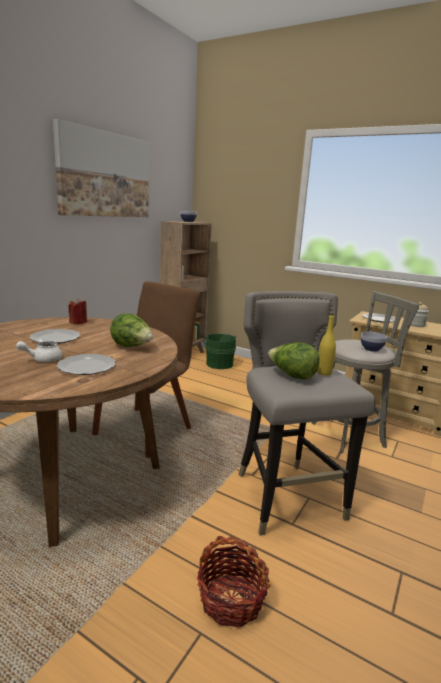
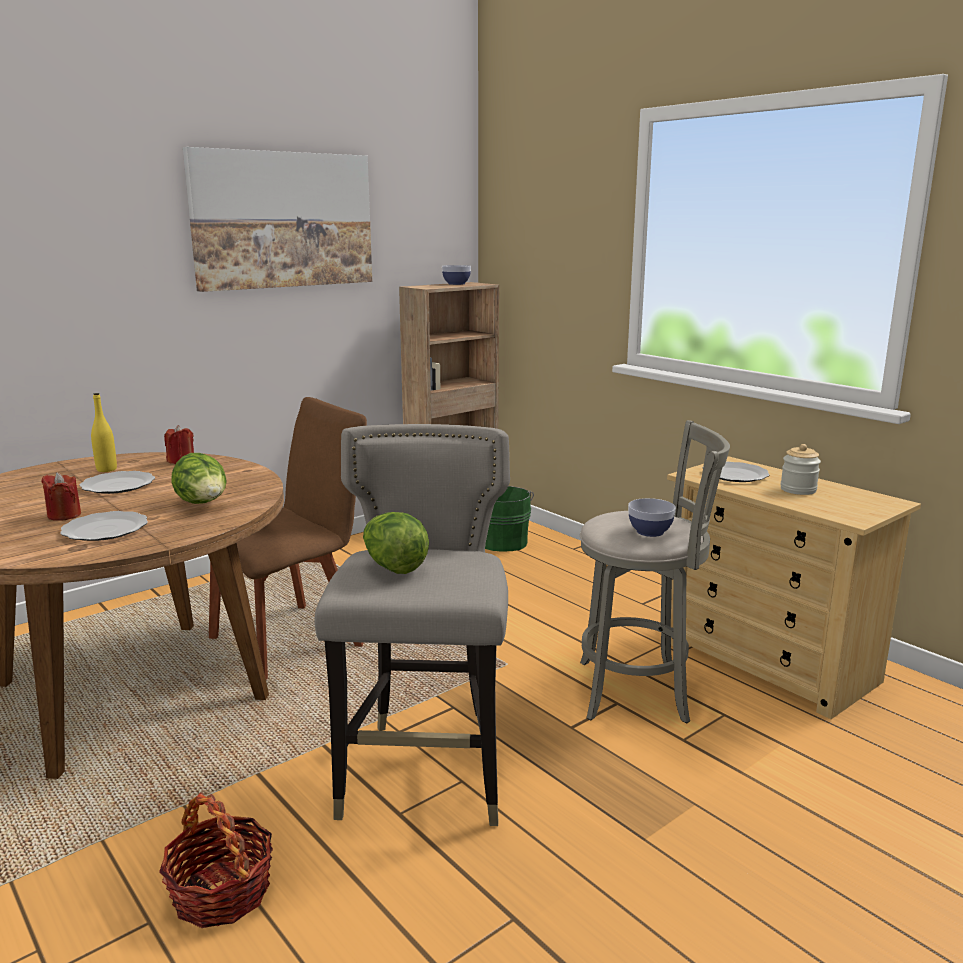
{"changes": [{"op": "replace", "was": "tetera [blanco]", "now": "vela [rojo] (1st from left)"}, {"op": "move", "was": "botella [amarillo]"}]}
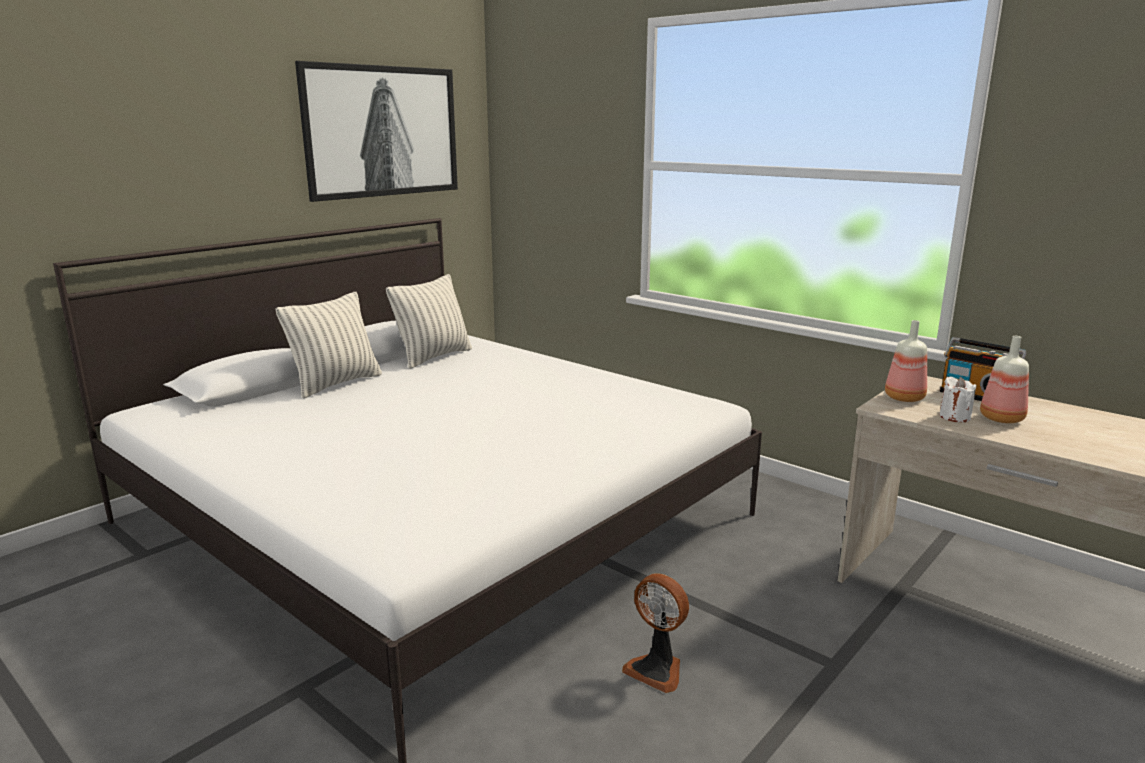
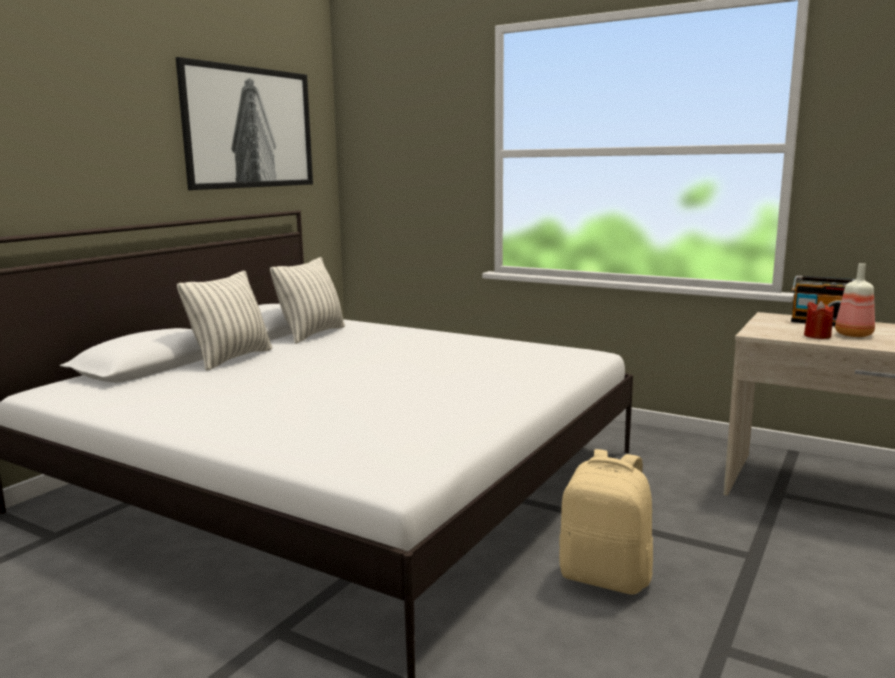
{"changes": [{"op": "replace", "was": "ventilador", "now": "mochila [beis]"}, {"op": "recolor", "was": "vela [blanco]", "now": "vela [rojo]"}, {"op": "delete", "was": "botella (1st from left)"}]}
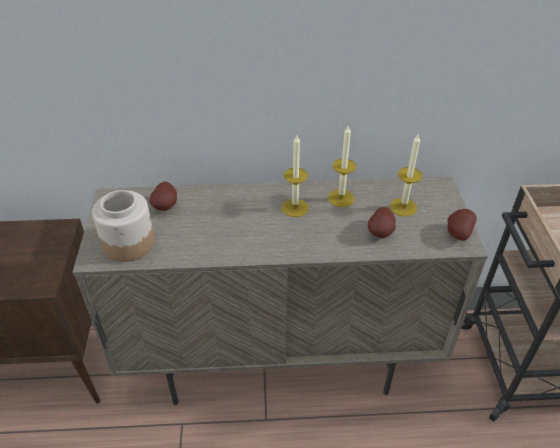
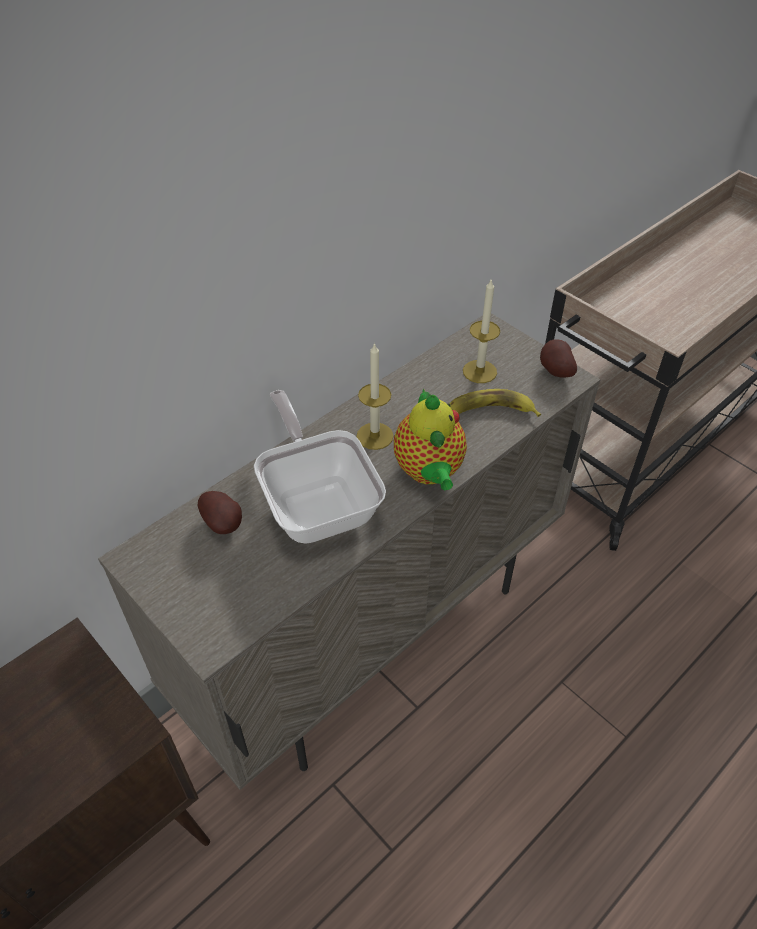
{"changes": [{"op": "insert", "now": "sartén"}, {"op": "insert", "now": "tetera"}, {"op": "replace", "was": "patata (2nd from left)", "now": "plátano"}, {"op": "delete", "was": "tarro"}, {"op": "delete", "was": "vela (2nd from left)"}]}
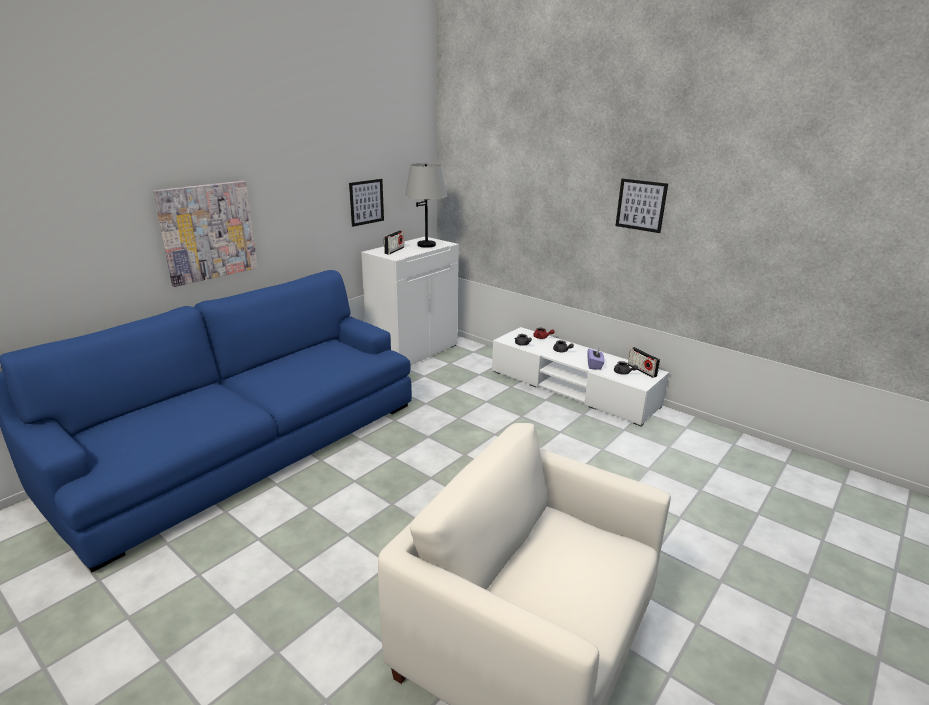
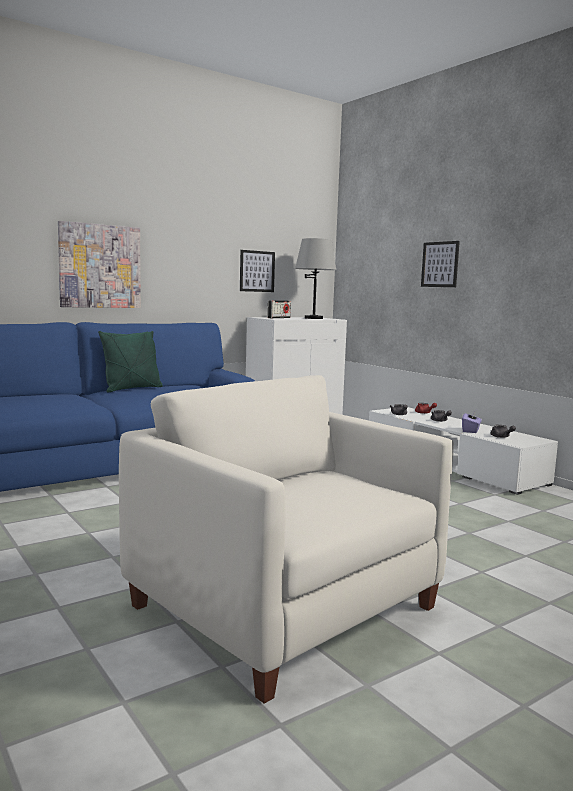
{"changes": [{"op": "insert", "now": "cojín [verde]"}, {"op": "move", "was": "cuadro (3rd from left)"}, {"op": "delete", "was": "radio (2nd from left)"}]}
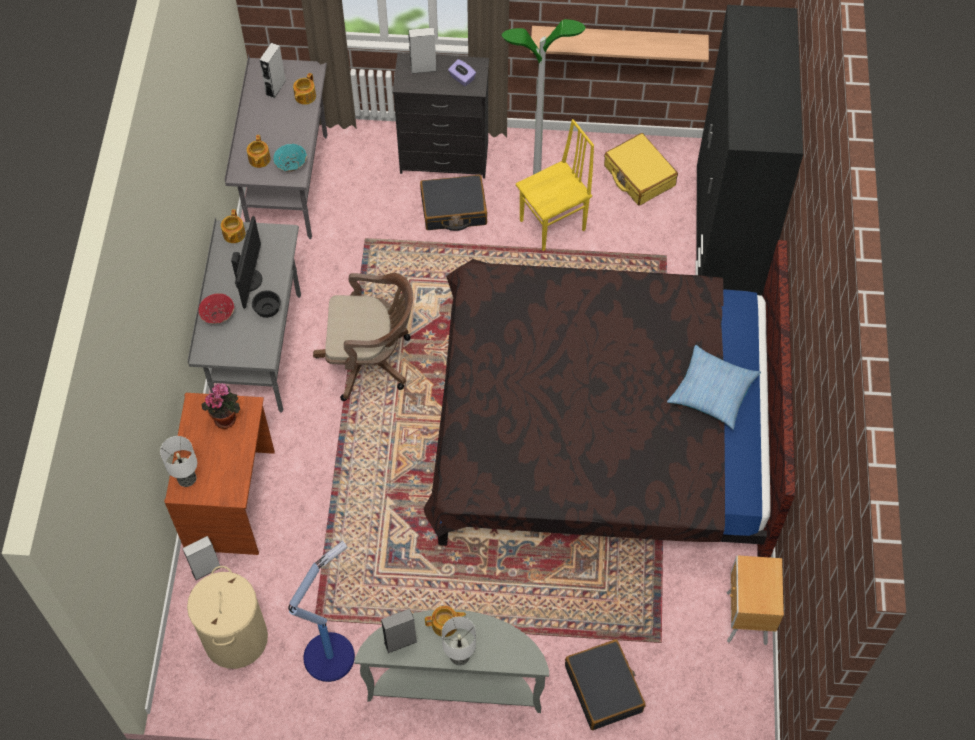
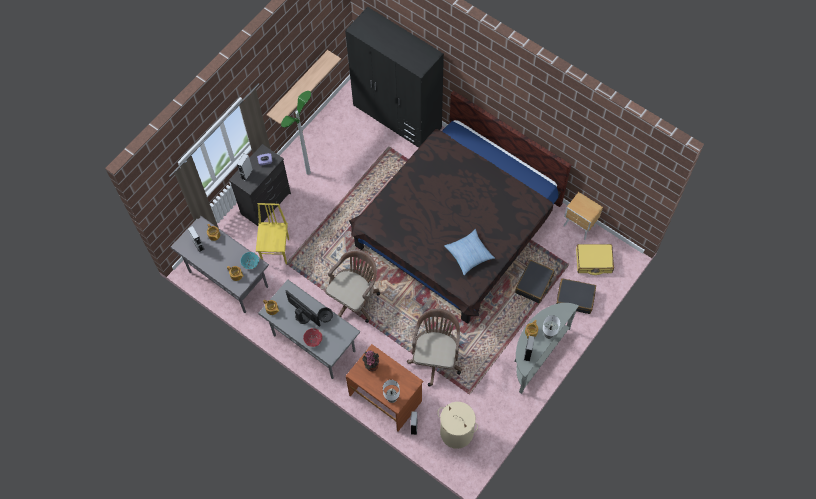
{"changes": [{"op": "move", "was": "silla [amarillo]"}, {"op": "insert", "now": "silla de oficina [marrón] (2nd from left)"}, {"op": "move", "was": "cojín"}, {"op": "move", "was": "maleta [negro] (1st from left)"}, {"op": "move", "was": "maleta [amarillo]"}, {"op": "delete", "was": "lámpara de pie (1st from left)"}]}
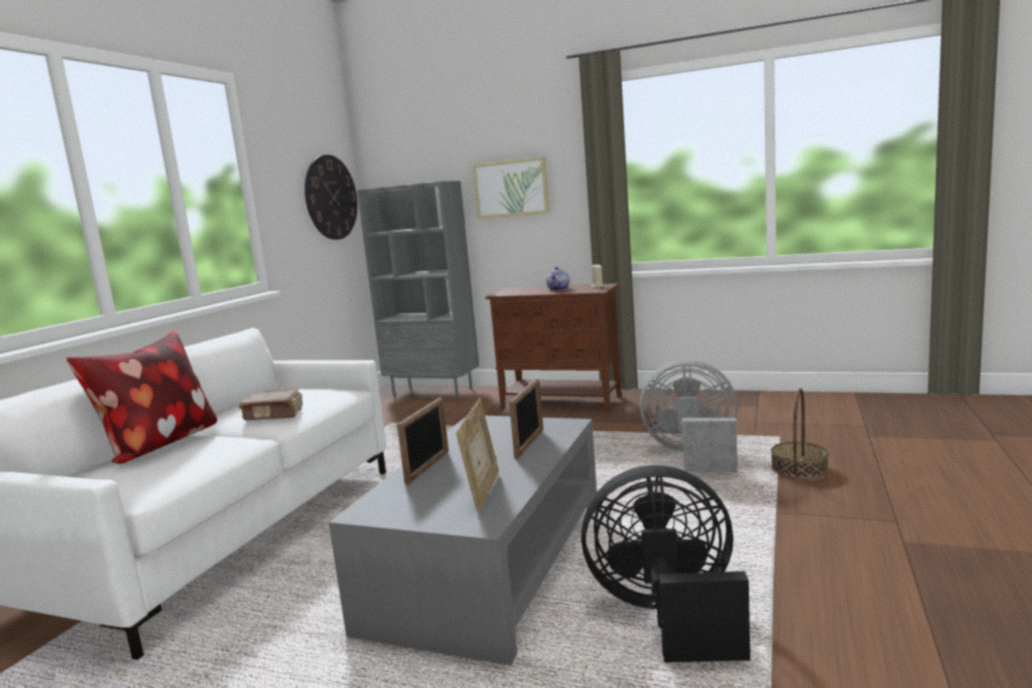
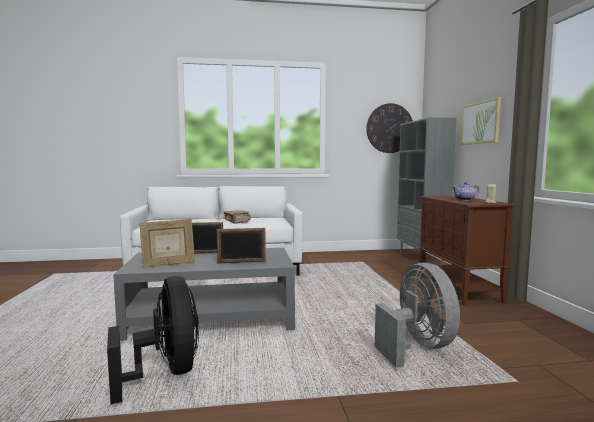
{"changes": [{"op": "delete", "was": "cojín"}, {"op": "delete", "was": "cesta"}]}
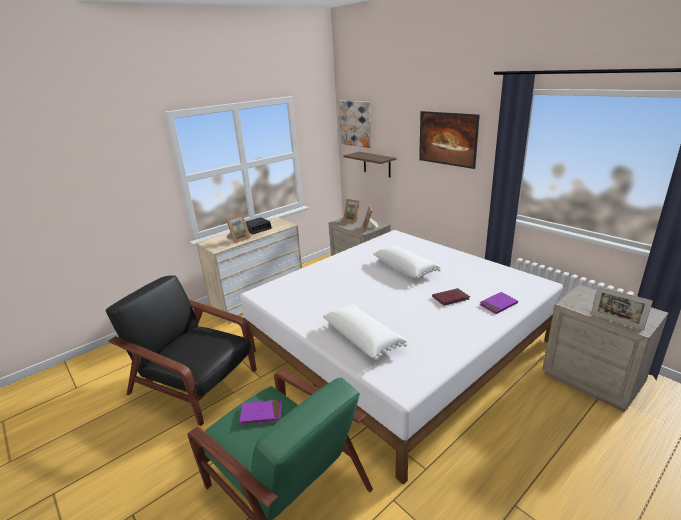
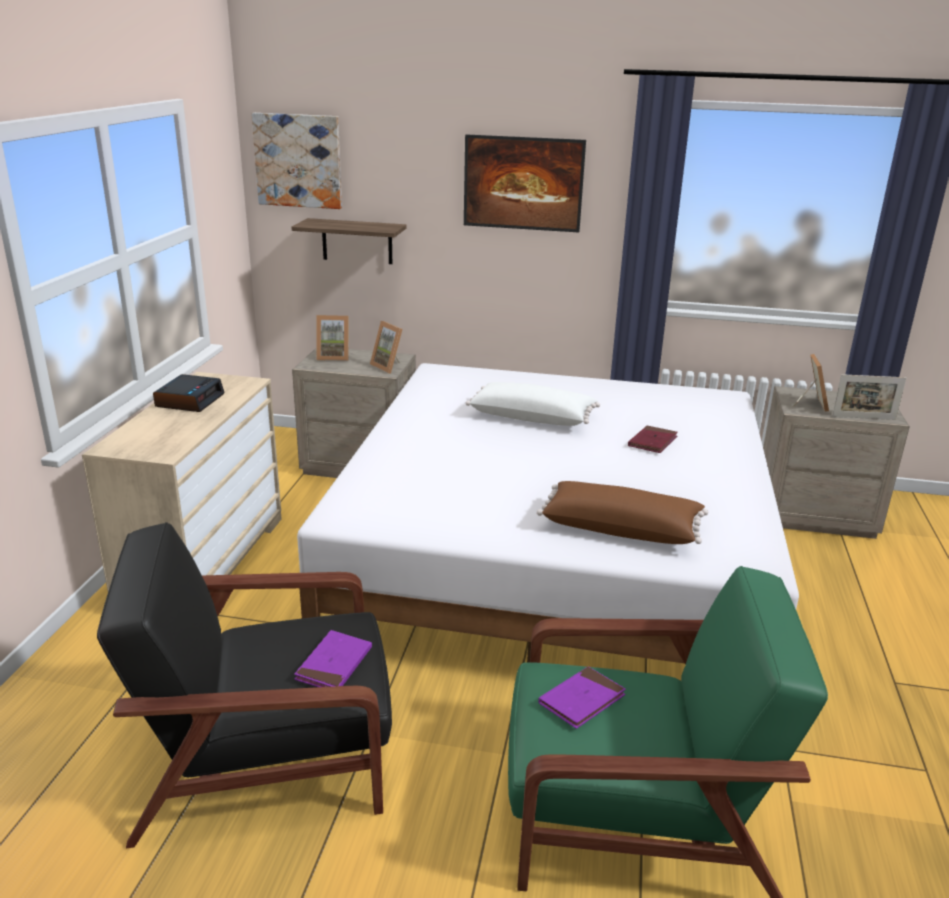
{"changes": [{"op": "move", "was": "libro [morado] (2nd from left in the first image)", "now": "libro [morado] (1st from left)"}, {"op": "recolor", "was": "cojín [blanco] (1st from left)", "now": "cojín [marrón]"}, {"op": "move", "was": "portarretratos (1st from left in the first image)", "now": "portarretratos (3rd from left)"}]}
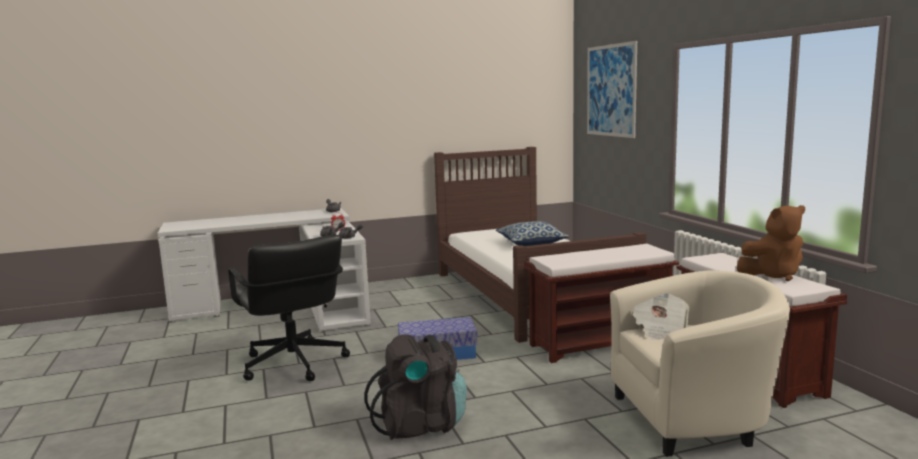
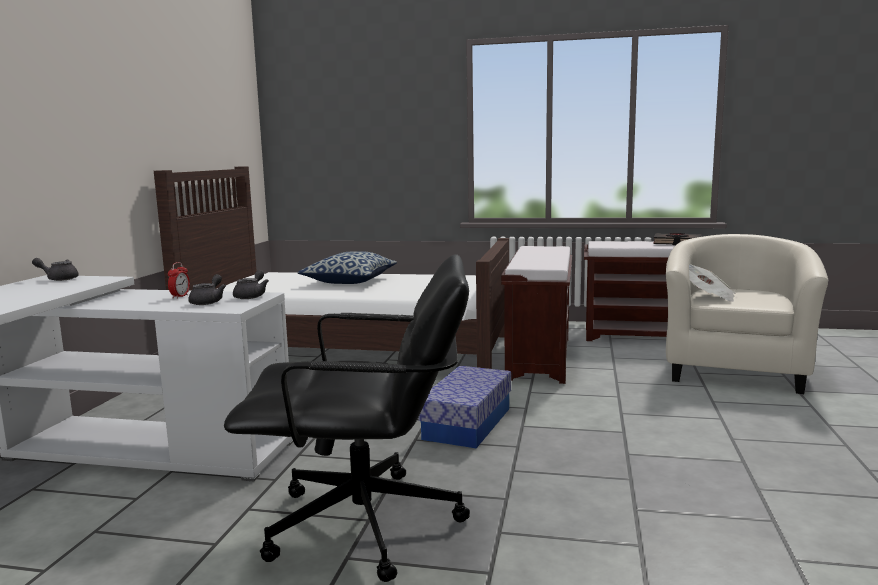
{"changes": [{"op": "replace", "was": "peluche [marrón]", "now": "libro [negro]"}, {"op": "delete", "was": "mochila [negro]"}, {"op": "delete", "was": "cuadro"}]}
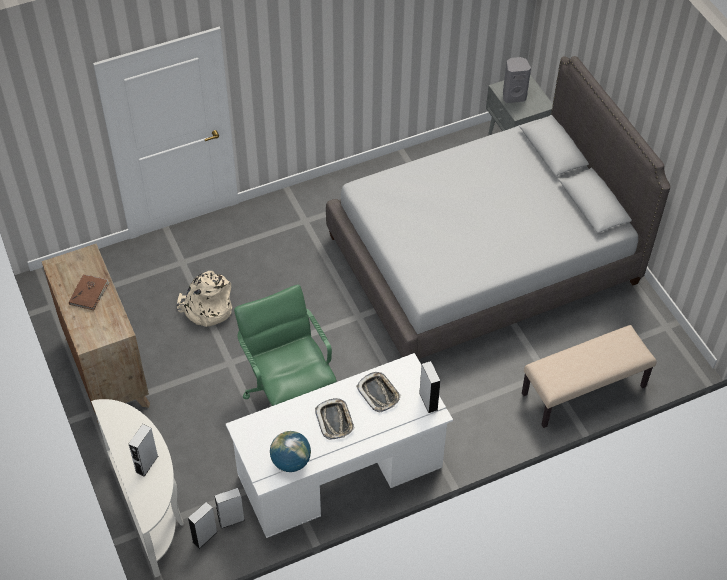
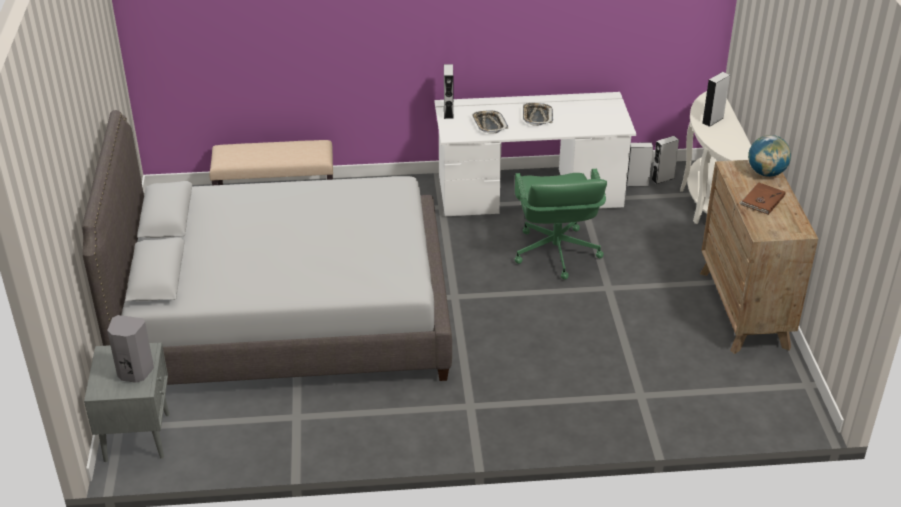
{"changes": [{"op": "move", "was": "globo terráqueo"}, {"op": "delete", "was": "mochila [beis]"}]}
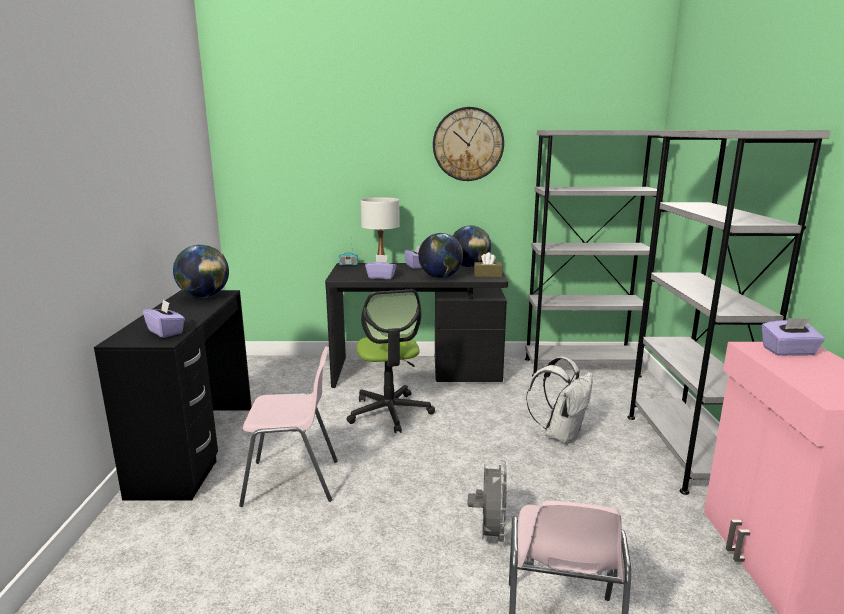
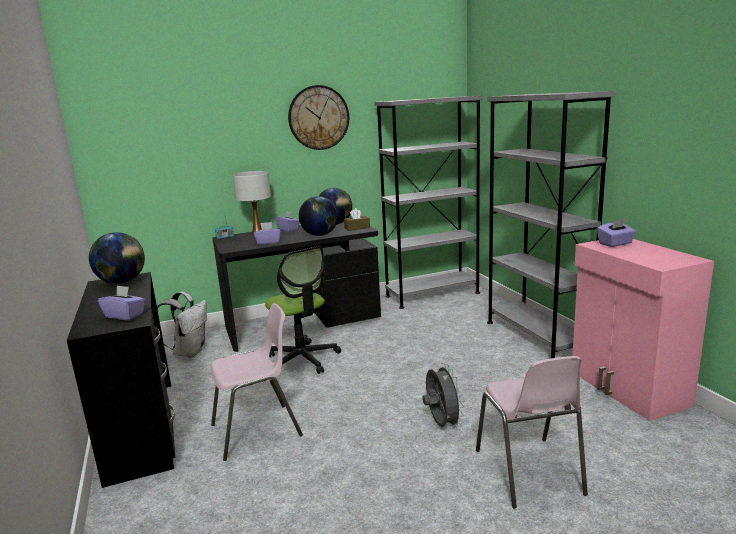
{"changes": [{"op": "move", "was": "mochila [blanco]"}]}
